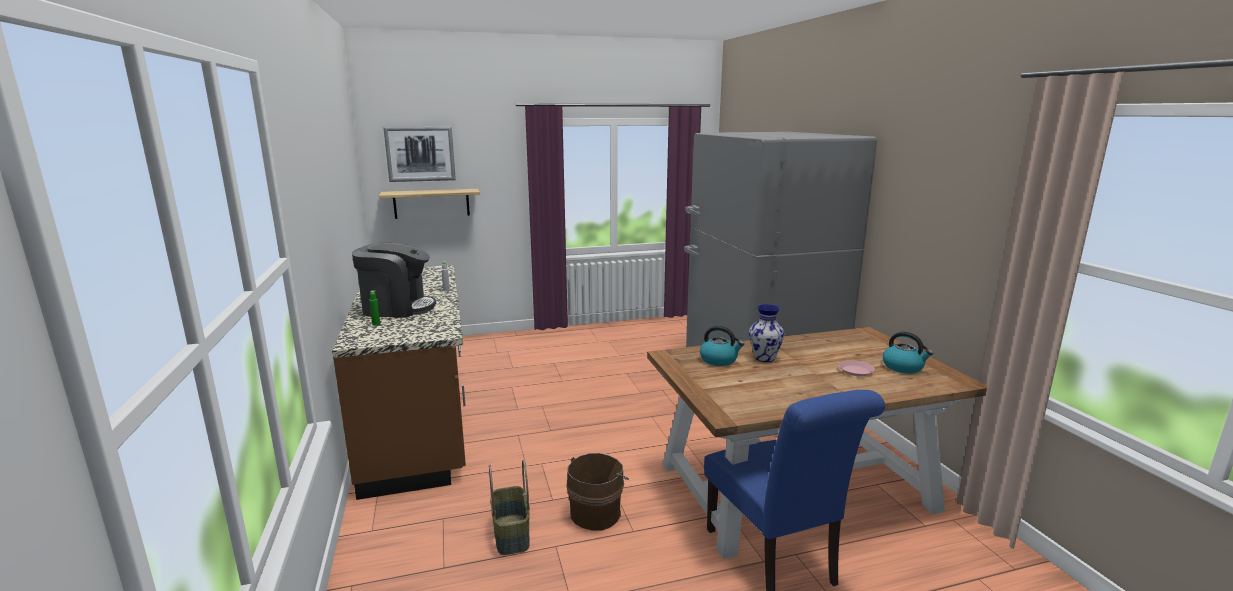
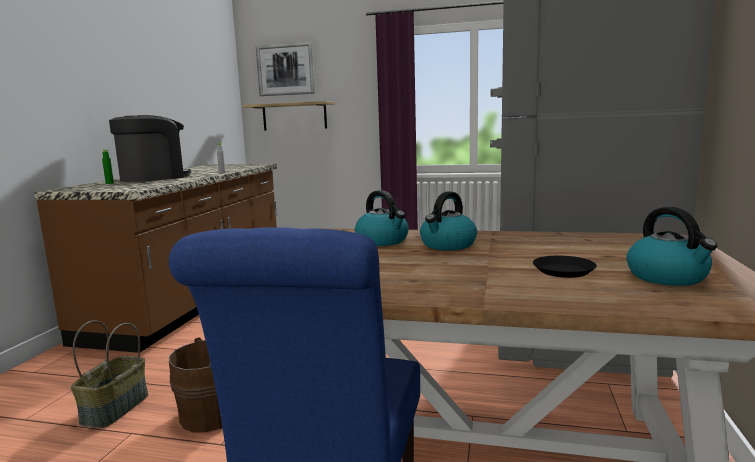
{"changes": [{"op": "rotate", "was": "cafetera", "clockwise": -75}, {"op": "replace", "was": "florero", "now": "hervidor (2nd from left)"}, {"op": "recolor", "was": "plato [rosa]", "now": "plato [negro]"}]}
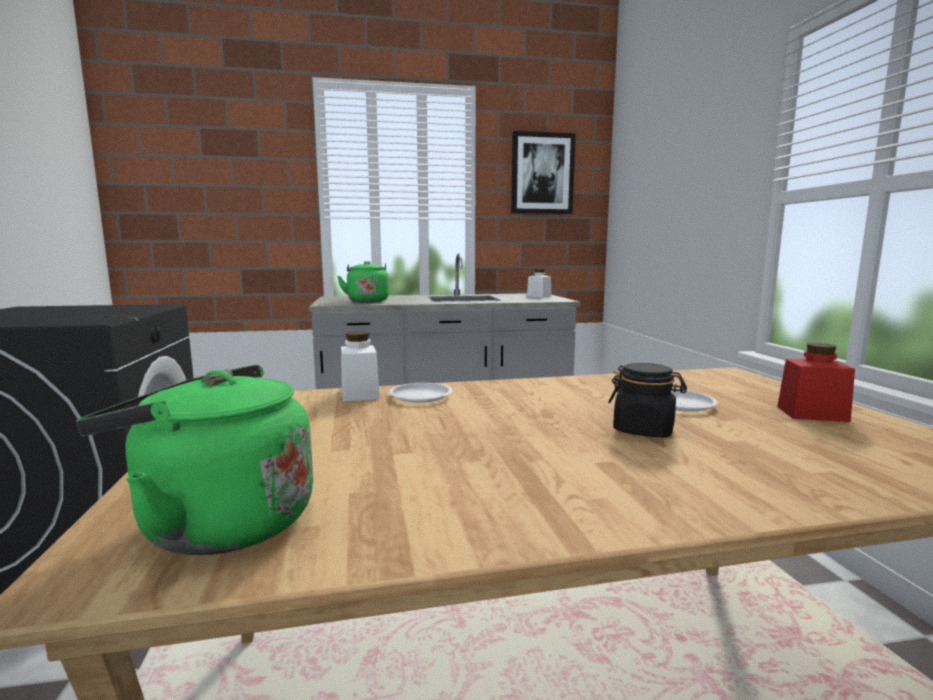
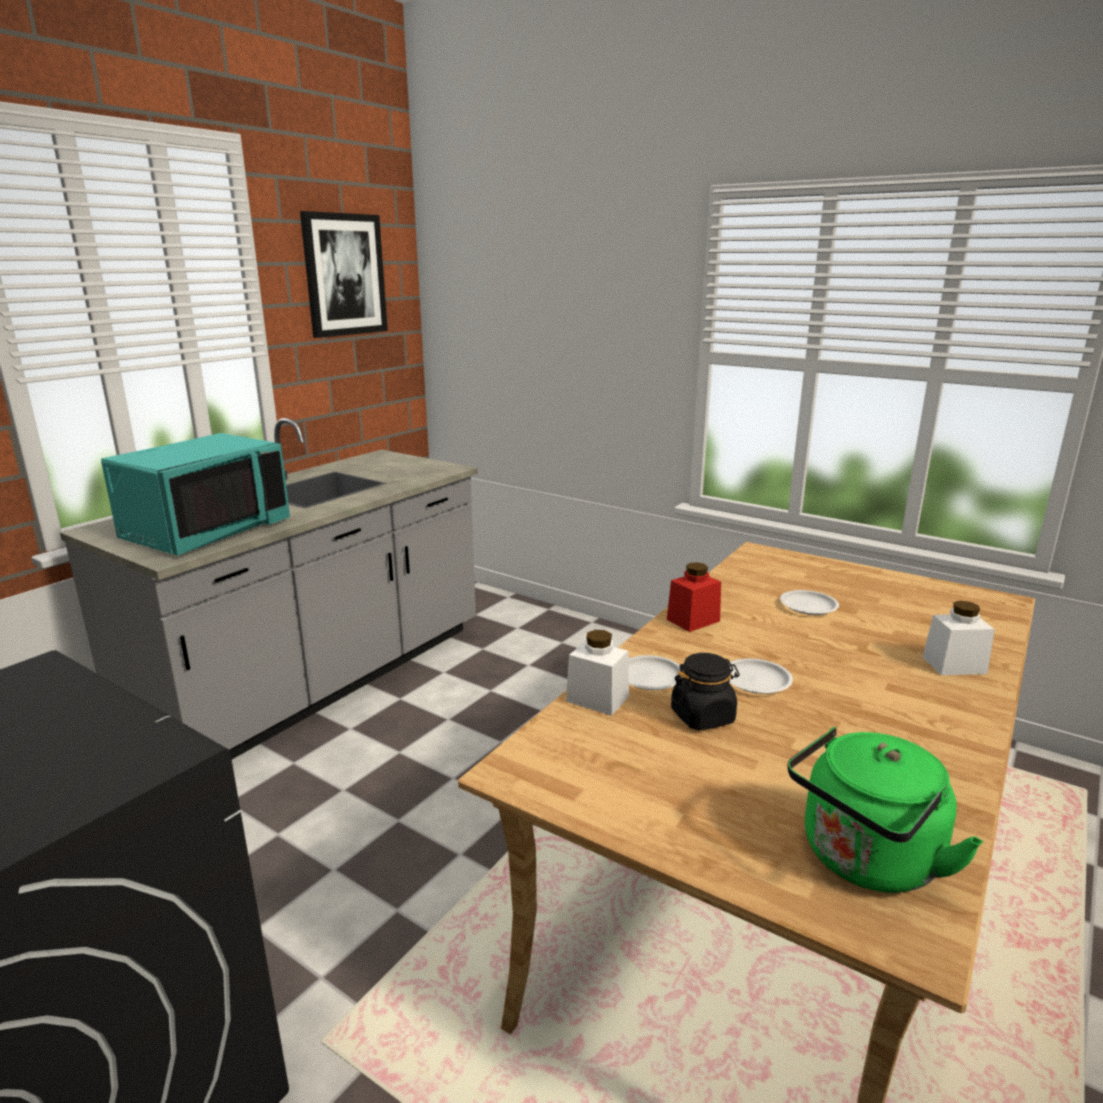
{"changes": [{"op": "replace", "was": "hervidor [verde] (2nd from left)", "now": "microondas [turquesa]"}, {"op": "move", "was": "tarro [rojo]"}, {"op": "move", "was": "tarro [negro]"}, {"op": "insert", "now": "plato [blanco] (2nd from left)"}, {"op": "move", "was": "tarro [blanco] (2nd from left)"}]}
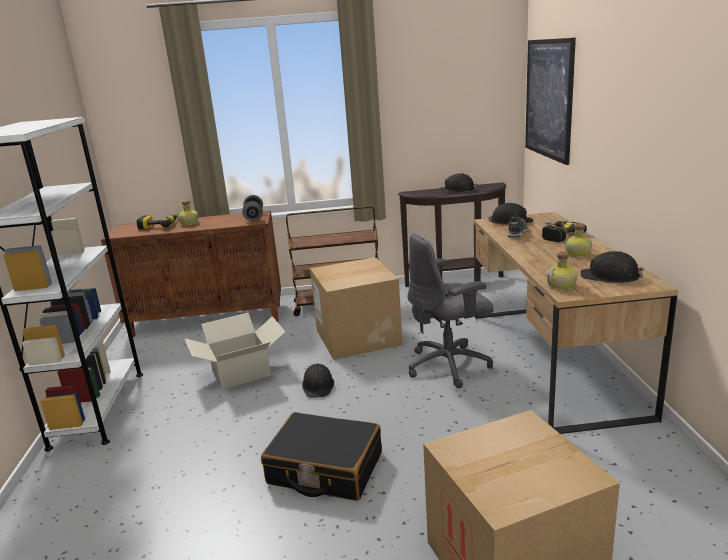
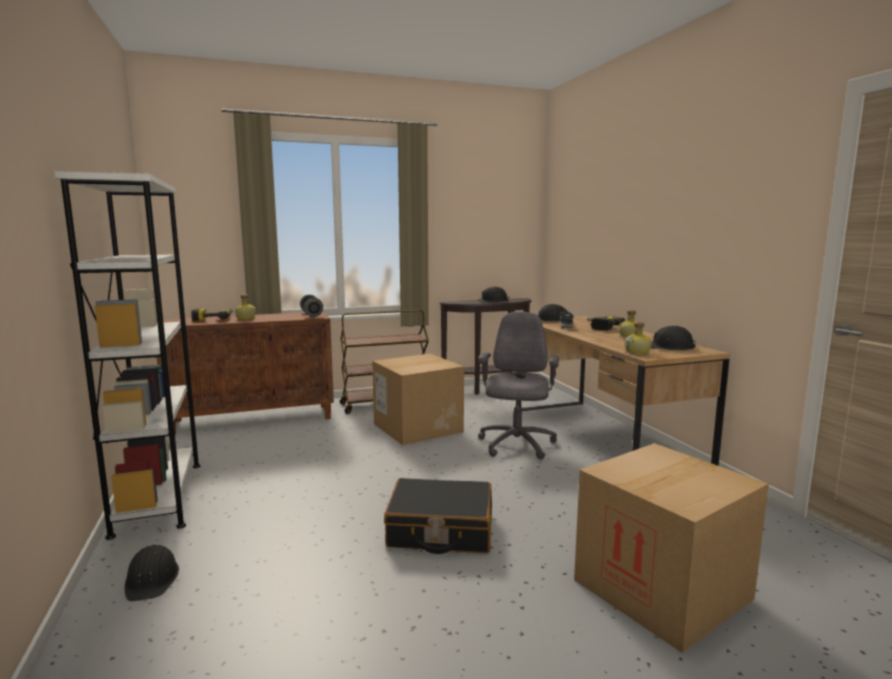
{"changes": [{"op": "move", "was": "casco [negro] (1st from left)"}, {"op": "rotate", "was": "silla de oficina [gris]", "clockwise": 135}, {"op": "delete", "was": "caja de cartón (1st from left)"}, {"op": "delete", "was": "cuadro"}]}
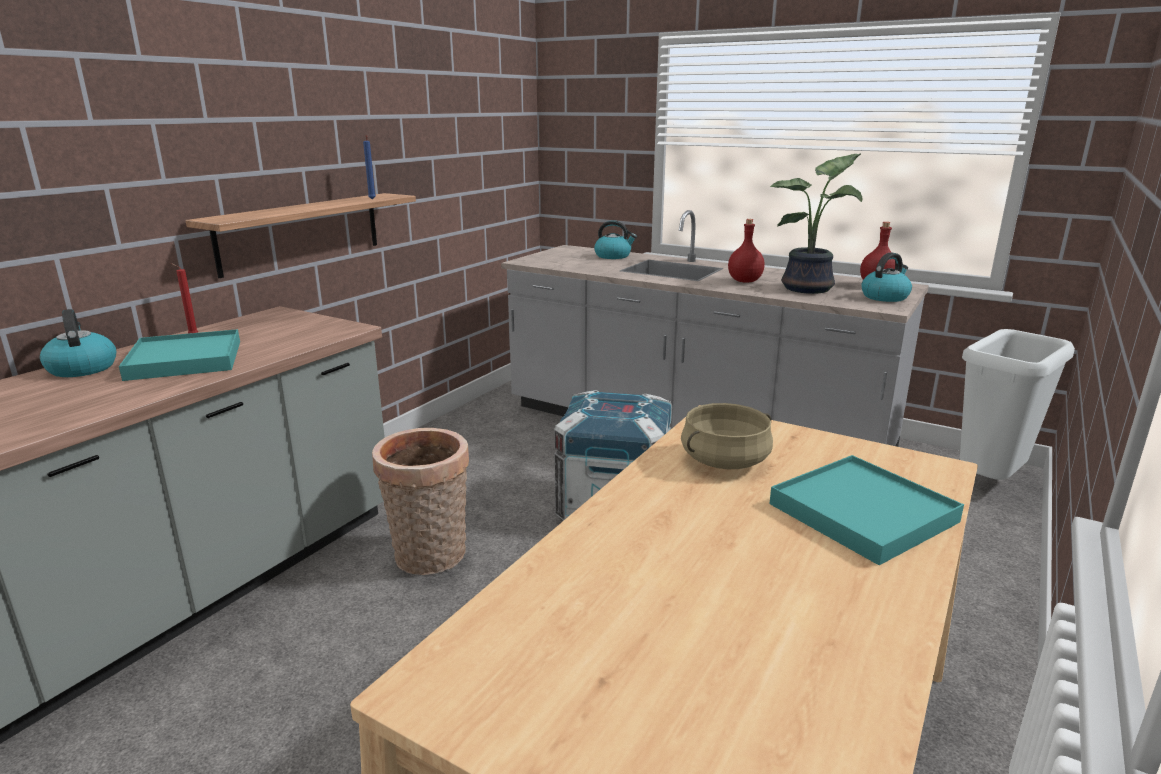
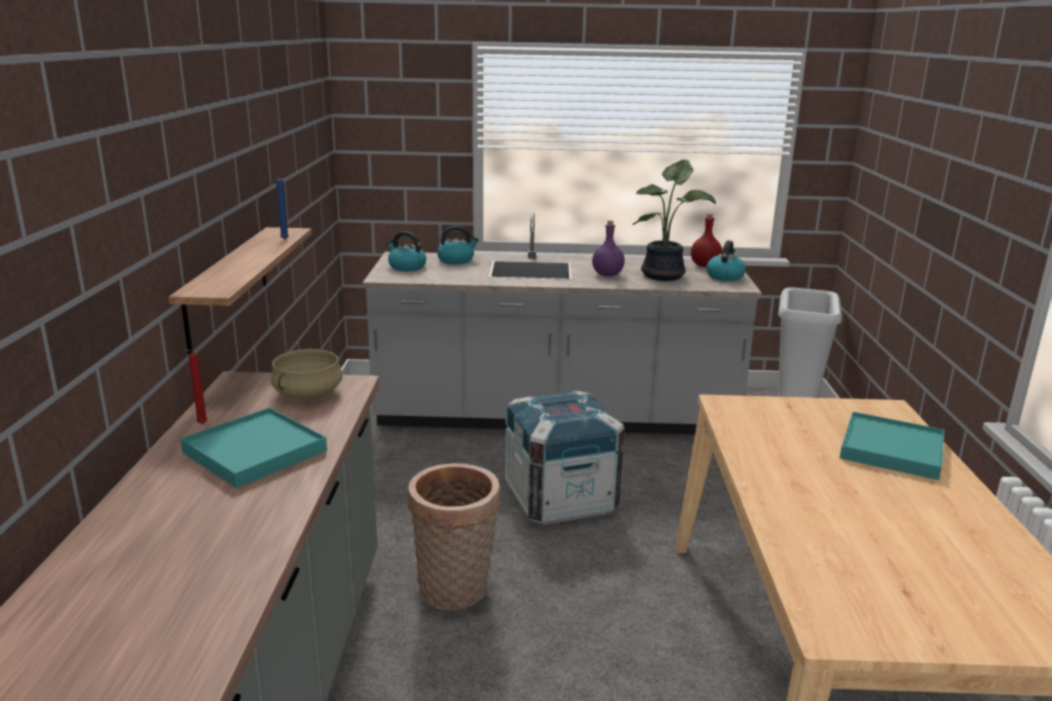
{"changes": [{"op": "move", "was": "olla [beis]"}, {"op": "move", "was": "hervidor (1st from left)"}, {"op": "recolor", "was": "botella [rojo] (1st from left)", "now": "botella [morado]"}]}
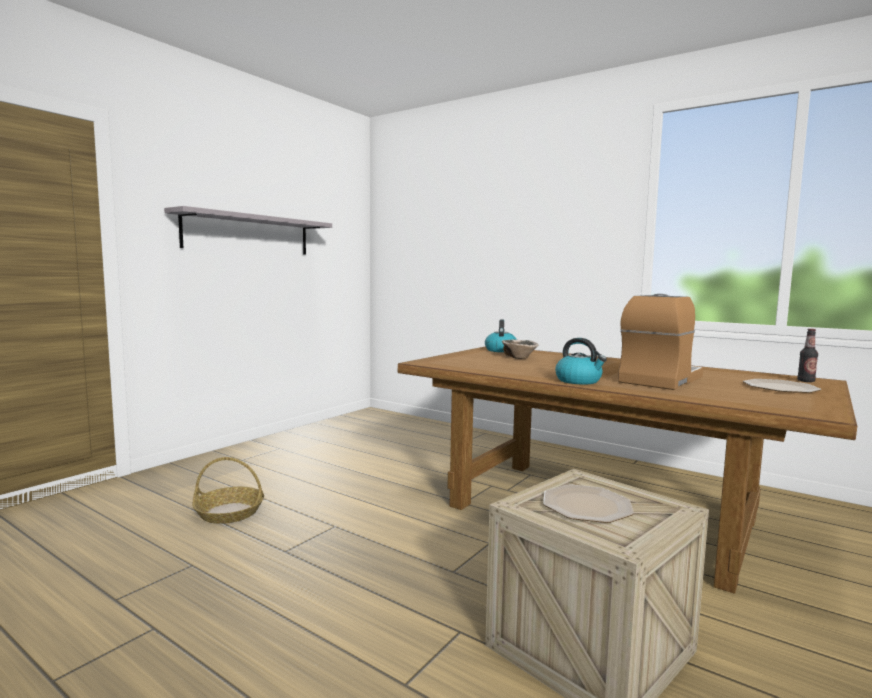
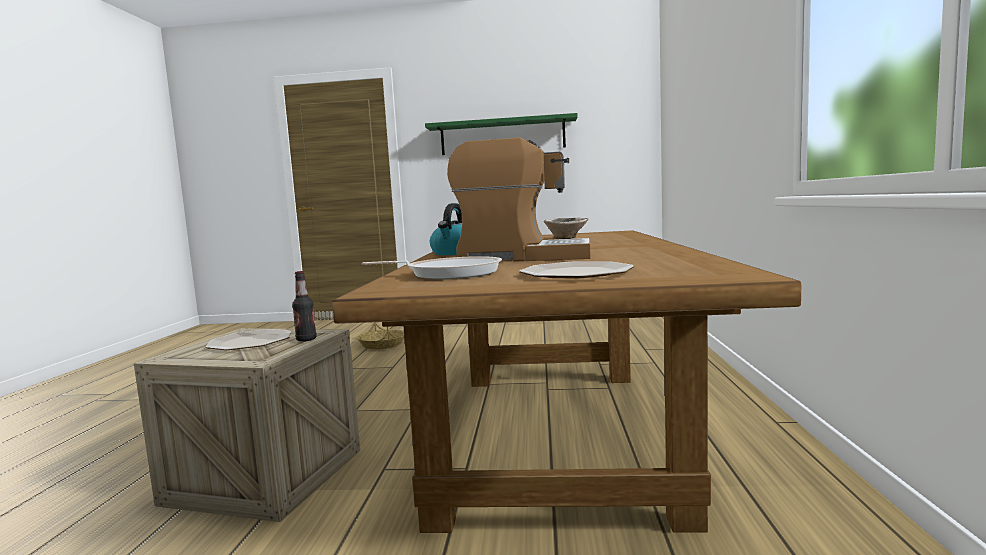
{"changes": [{"op": "move", "was": "botella"}, {"op": "insert", "now": "sartén"}, {"op": "recolor", "was": "estante [gris]", "now": "estante [verde]"}, {"op": "delete", "was": "hervidor (1st from left)"}]}
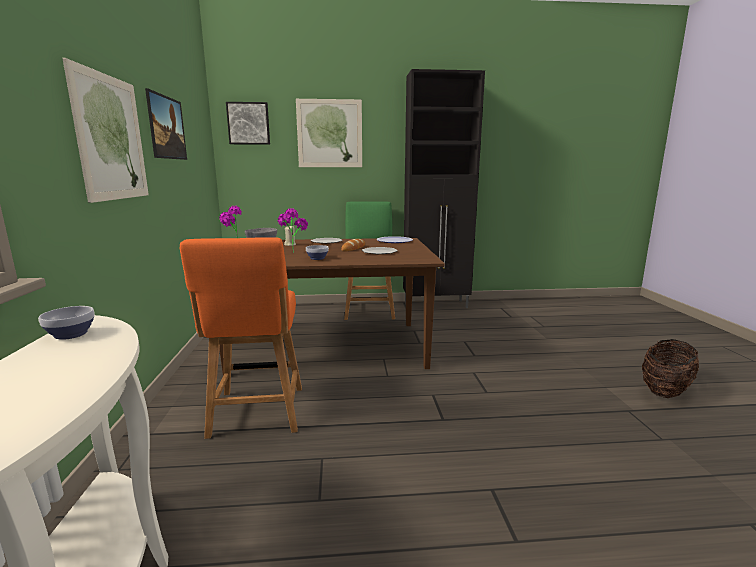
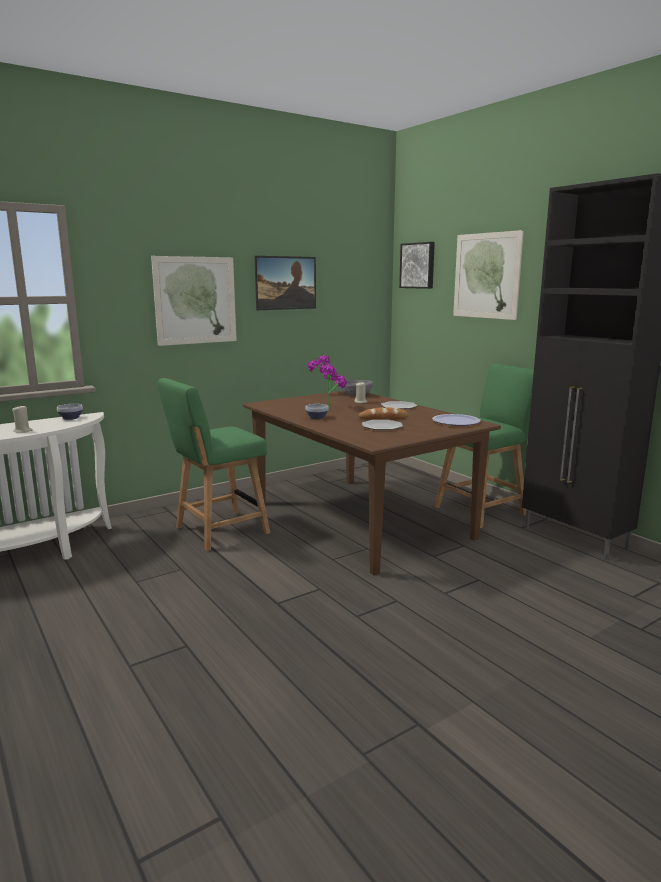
{"changes": [{"op": "insert", "now": "vela [beis] (1st from left)"}, {"op": "recolor", "was": "silla [naranja]", "now": "silla [verde] (1st from left)"}, {"op": "delete", "was": "cesta"}]}
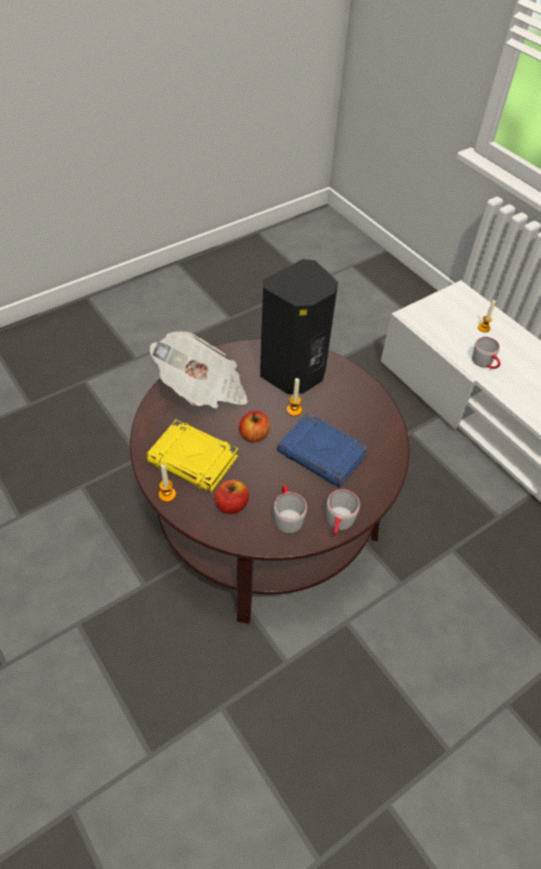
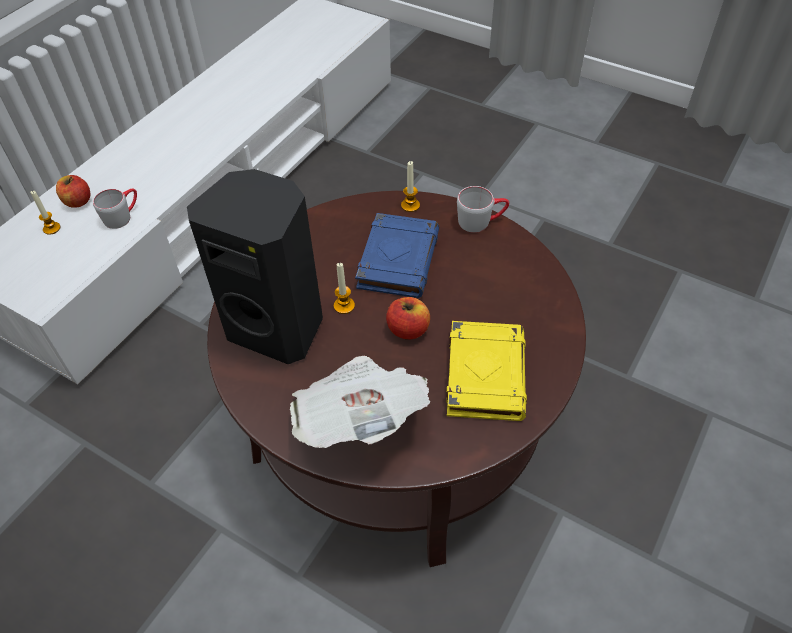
{"changes": [{"op": "move", "was": "manzana (1st from left)"}, {"op": "move", "was": "vela (1st from left in the first image)", "now": "vela (3rd from left)"}, {"op": "delete", "was": "taza grande [gris] (1st from left)"}]}
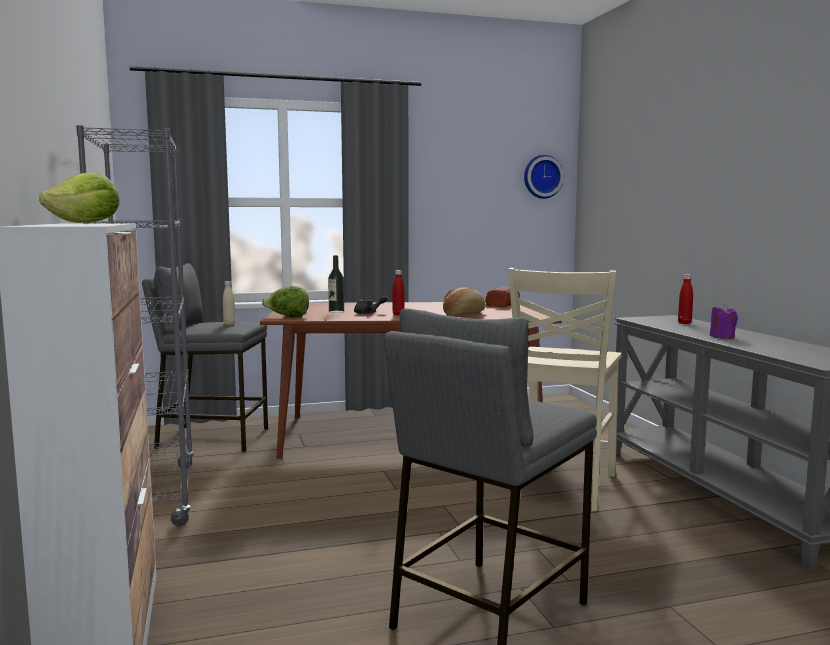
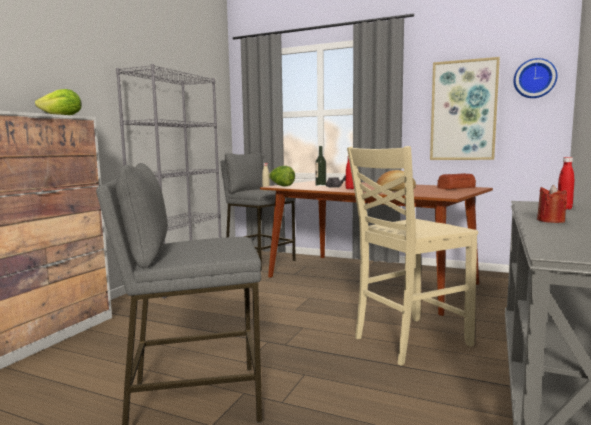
{"changes": [{"op": "insert", "now": "cuadro"}, {"op": "recolor", "was": "vela [morado]", "now": "vela [rojo]"}]}
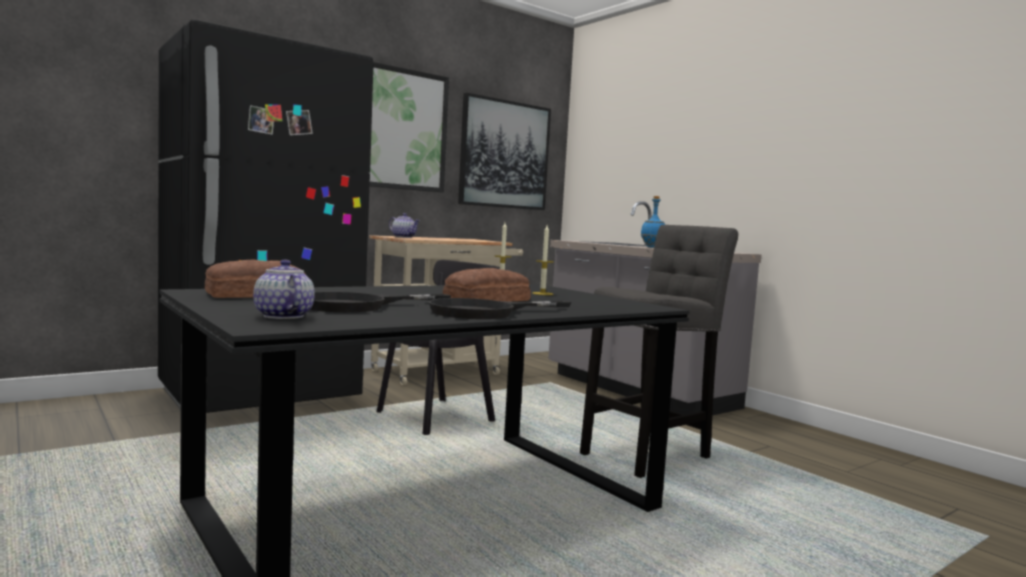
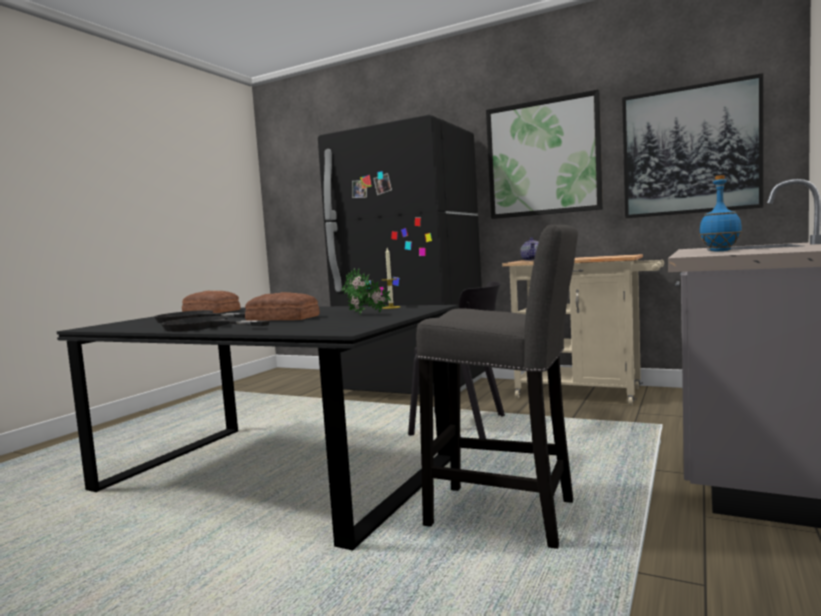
{"changes": [{"op": "replace", "was": "vela (2nd from left)", "now": "planta en maceta"}, {"op": "delete", "was": "tetera (1st from left)"}]}
